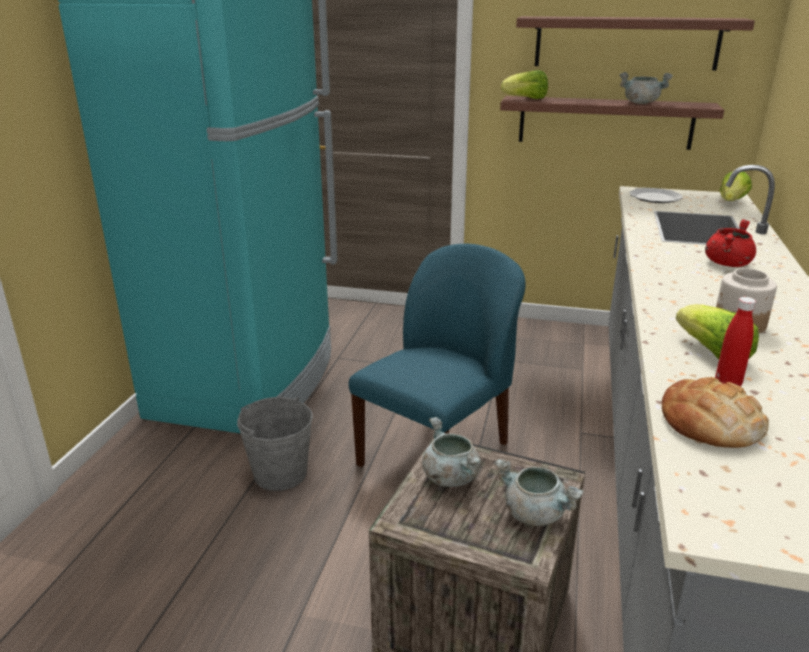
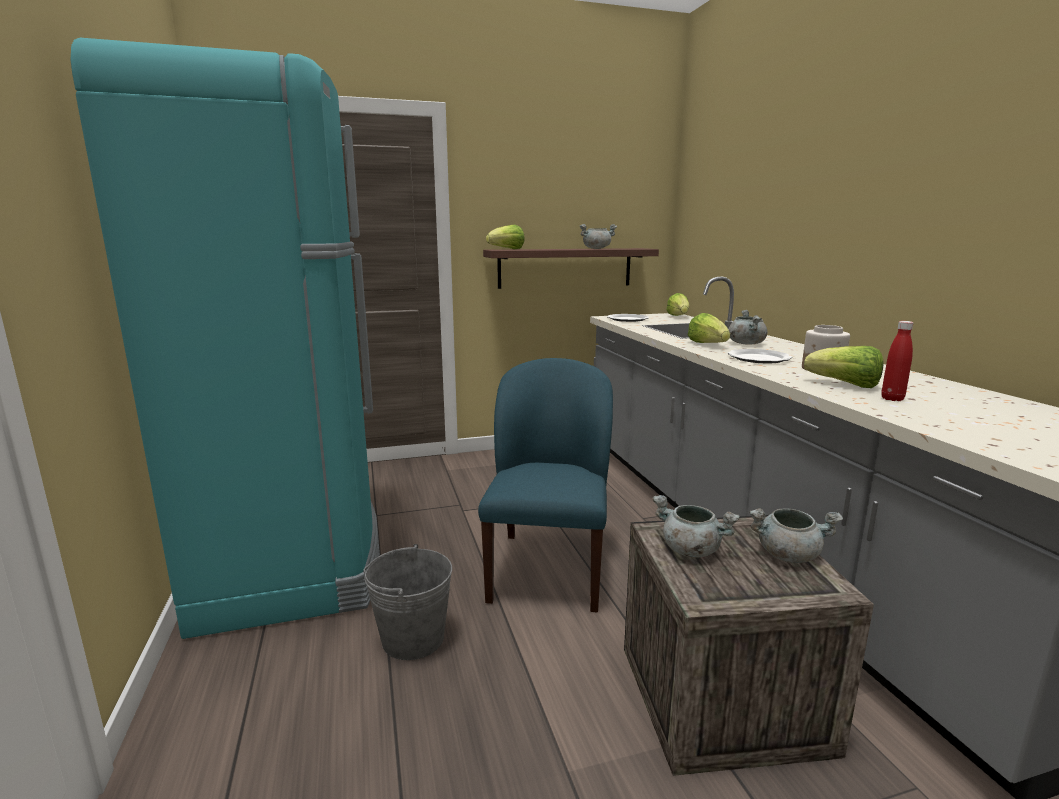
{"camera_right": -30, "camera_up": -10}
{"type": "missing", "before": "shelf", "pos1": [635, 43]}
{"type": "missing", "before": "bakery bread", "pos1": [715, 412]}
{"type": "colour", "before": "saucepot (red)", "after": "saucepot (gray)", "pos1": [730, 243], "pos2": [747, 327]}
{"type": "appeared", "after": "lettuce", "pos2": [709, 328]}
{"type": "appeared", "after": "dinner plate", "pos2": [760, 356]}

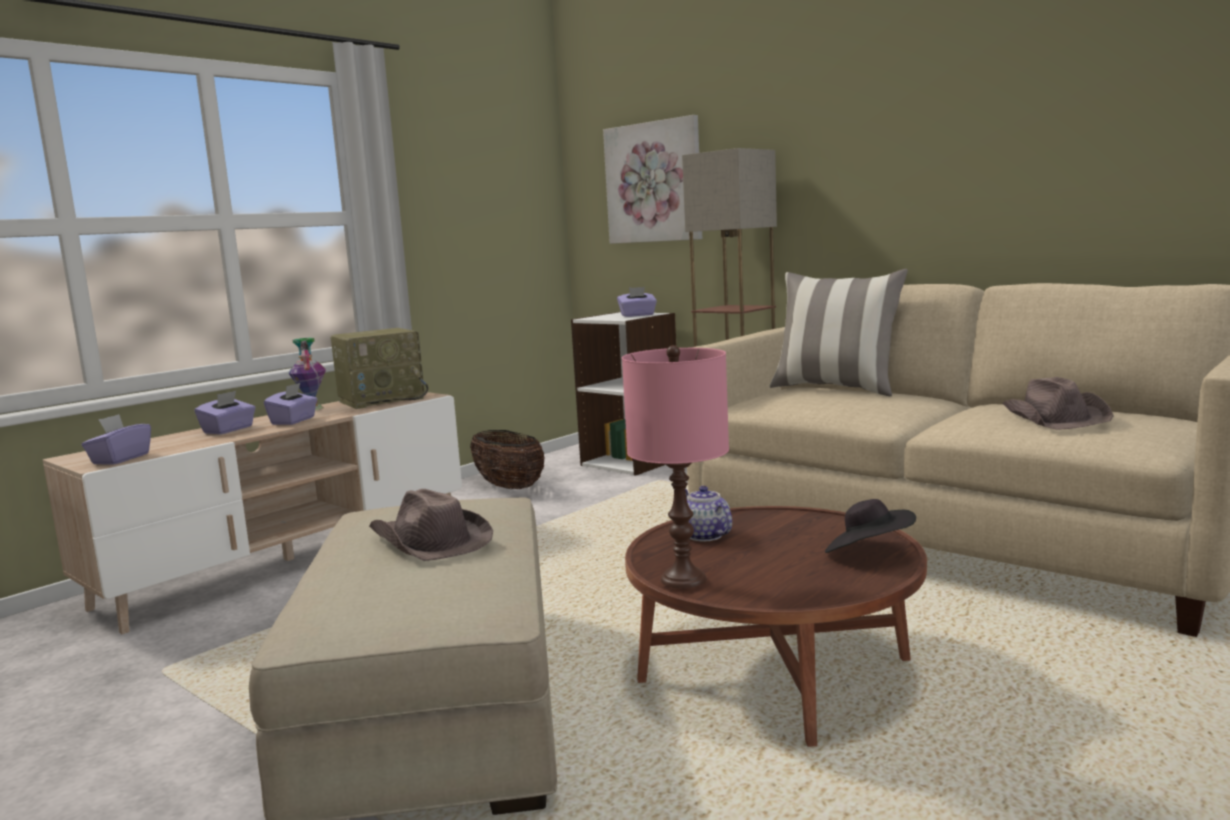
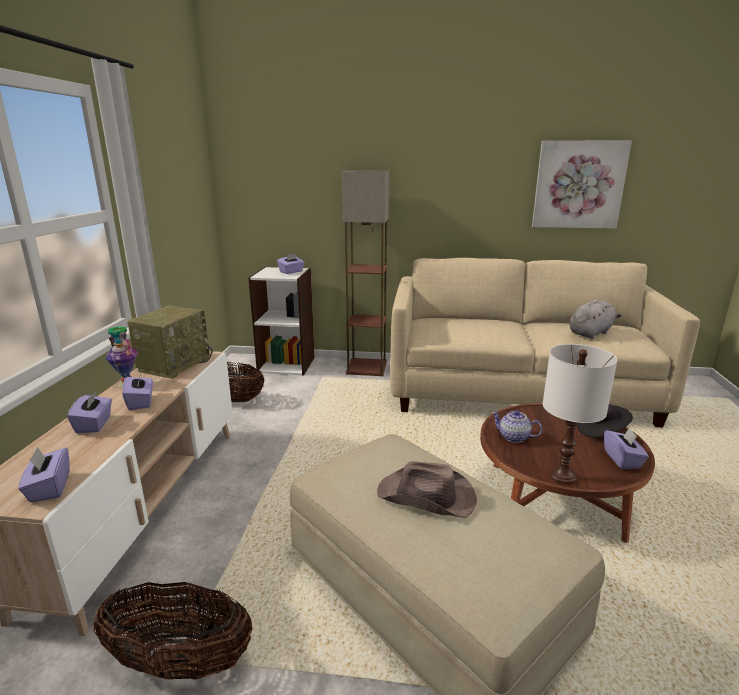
{"camera_right": -35, "camera_up": 10}
{"type": "relocated", "before": "picture", "pos1": [652, 179], "pos2": [582, 184]}
{"type": "colour", "before": "lamp for a table (pink-coloured)", "after": "lamp for a table (whitish)", "pos1": [675, 467], "pos2": [580, 414]}
{"type": "missing", "before": "cushion", "pos1": [839, 332]}
{"type": "exchanged", "before": "clothing hat (brown-coloured)", "after": "plush toy (gray)", "pos1": [1058, 403], "pos2": [595, 319]}
{"type": "appeared", "after": "household basket", "pos2": [172, 630]}
{"type": "appeared", "after": "tissue box (purple)", "pos2": [626, 448]}

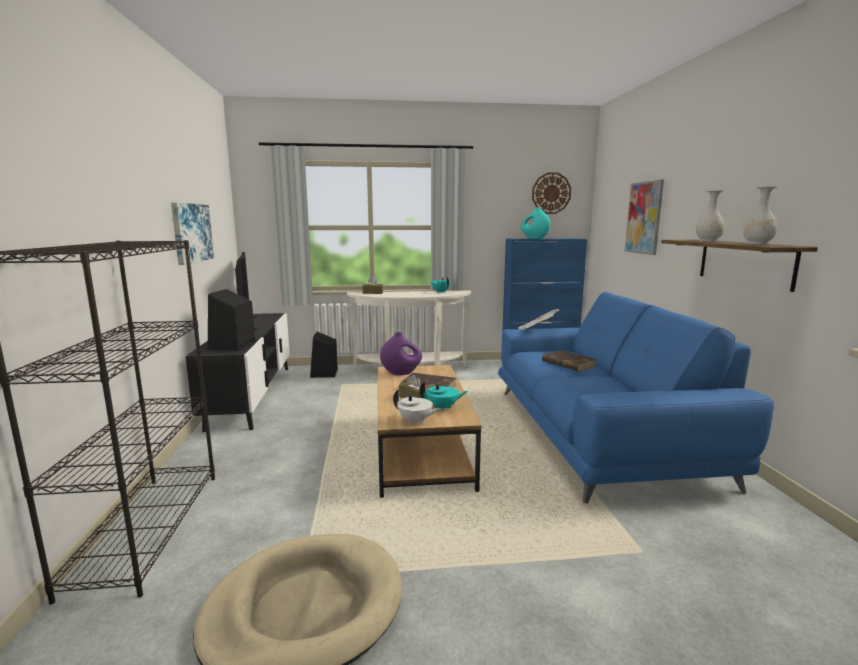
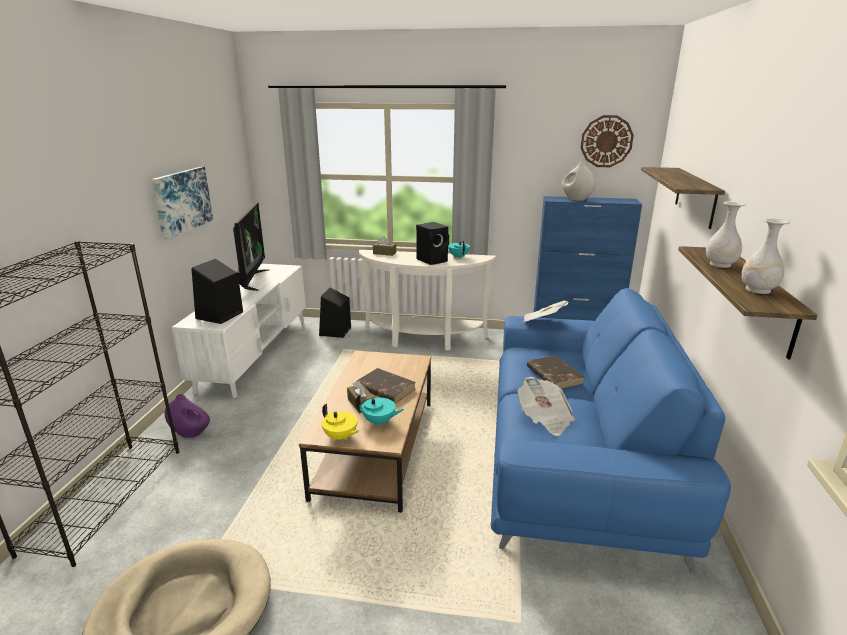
{"camera_right": 15, "camera_up": 10}
{"type": "colour", "before": "tv stand (blackish)", "after": "tv stand (whitish)", "pos1": [237, 372], "pos2": [239, 331]}
{"type": "relocated", "before": "flower vase (purple)", "pos1": [401, 353], "pos2": [187, 416]}
{"type": "colour", "before": "teapot (whitish)", "after": "teapot (yellowish)", "pos1": [417, 407], "pos2": [340, 422]}
{"type": "colour", "before": "flower vase (turquoise-coloured)", "after": "flower vase (whitish)", "pos1": [535, 223], "pos2": [578, 181]}
{"type": "exchanged", "before": "picture", "after": "shelf", "pos1": [644, 217], "pos2": [683, 198]}
{"type": "appeared", "after": "audio speaker (blackish)", "pos2": [432, 243]}
{"type": "appeared", "after": "daily paper", "pos2": [546, 406]}

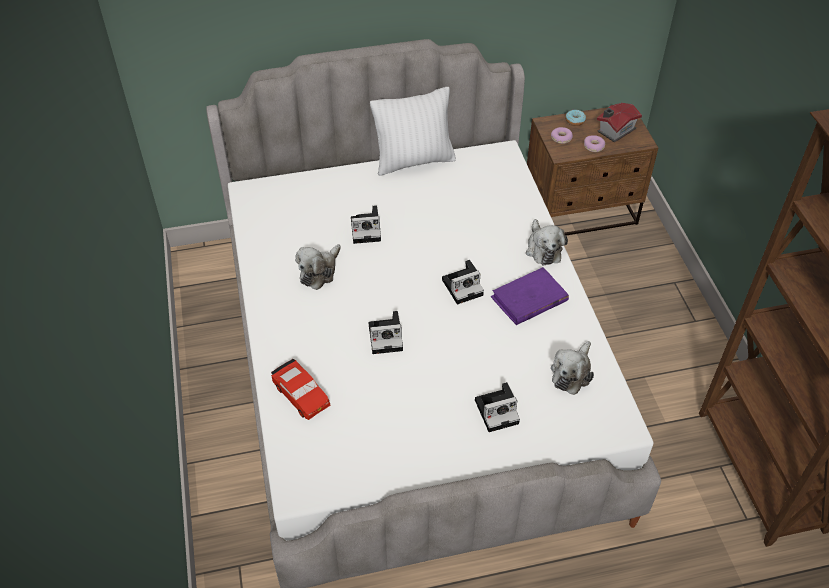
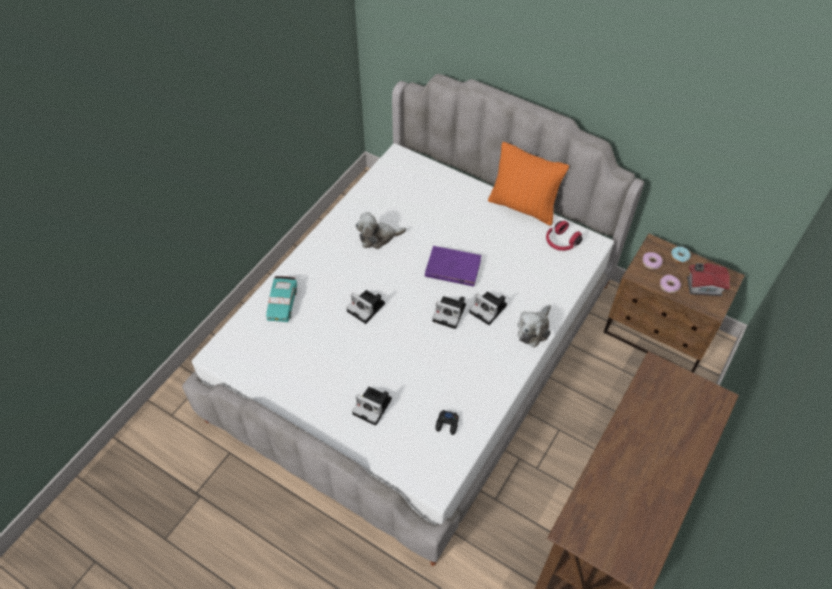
{"camera_right": 45, "camera_up": 5}
{"type": "colour", "before": "miniature car (red)", "after": "miniature car (turquoise-coloured)", "pos1": [301, 389], "pos2": [281, 299]}
{"type": "relocated", "before": "still camera", "pos1": [366, 224], "pos2": [488, 308]}
{"type": "colour", "before": "cushion (whitish)", "after": "cushion (orangey)", "pos1": [413, 131], "pos2": [528, 184]}
{"type": "relocated", "before": "volume (purple)", "pos1": [530, 296], "pos2": [453, 266]}
{"type": "exchanged", "before": "plush toy", "after": "game controller (blackish)", "pos1": [572, 368], "pos2": [447, 422]}
{"type": "appeared", "after": "pair of headphones (red)", "pos2": [564, 236]}

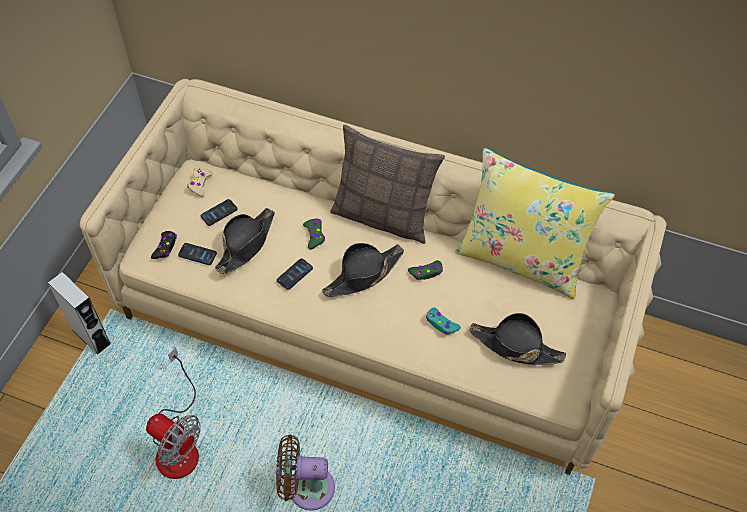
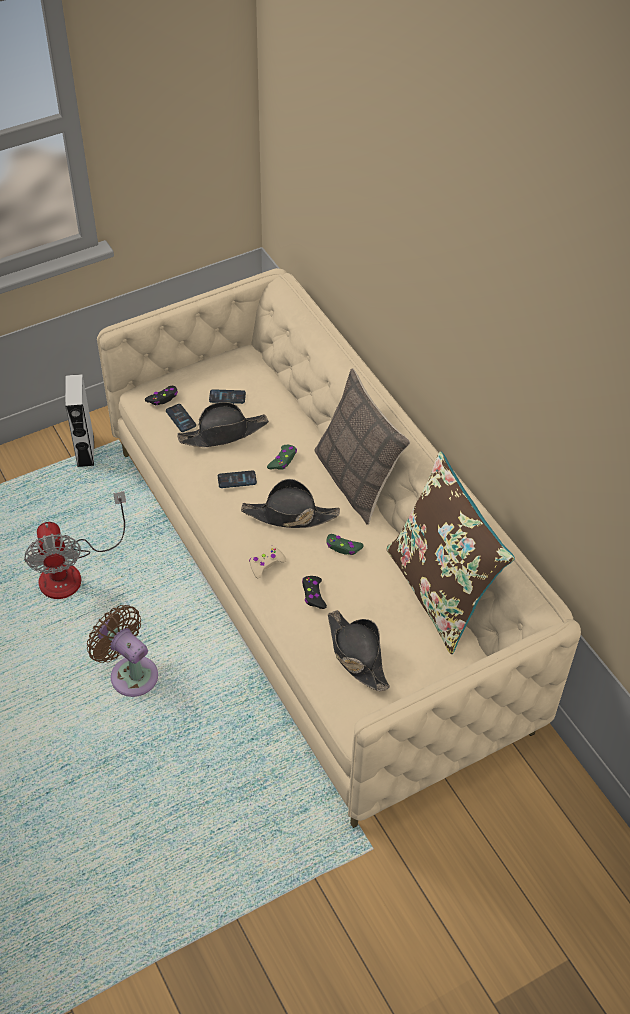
{"camera_right": 40, "camera_up": -5}
{"type": "relocated", "before": "game controller (sand-coloured)", "pos1": [200, 182], "pos2": [268, 562]}
{"type": "colour", "before": "game controller (turquoise-coloured)", "after": "game controller (blackish)", "pos1": [443, 321], "pos2": [314, 592]}
{"type": "colour", "before": "cushion (yellowish)", "after": "cushion (brown-coloured)", "pos1": [535, 223], "pos2": [450, 552]}

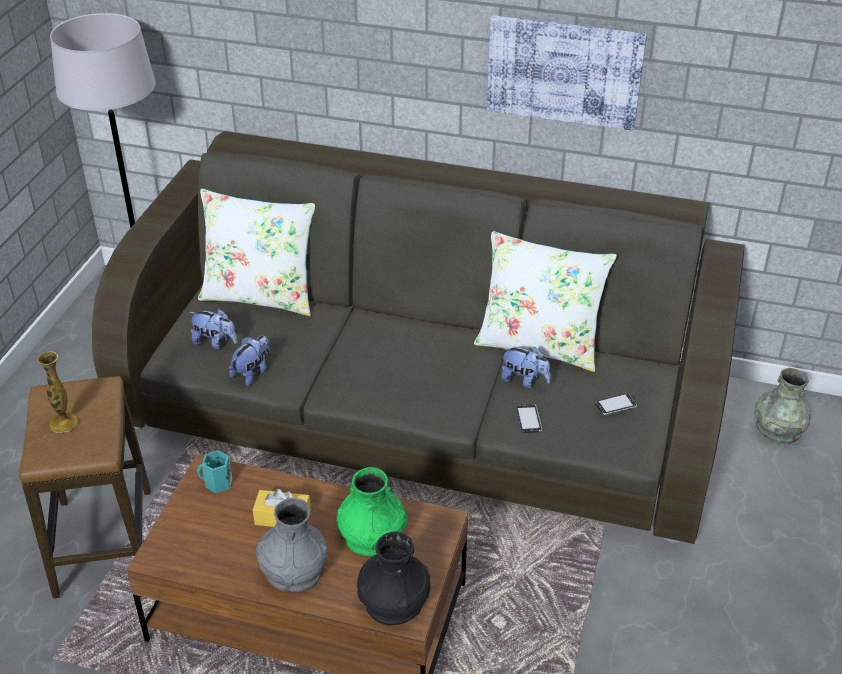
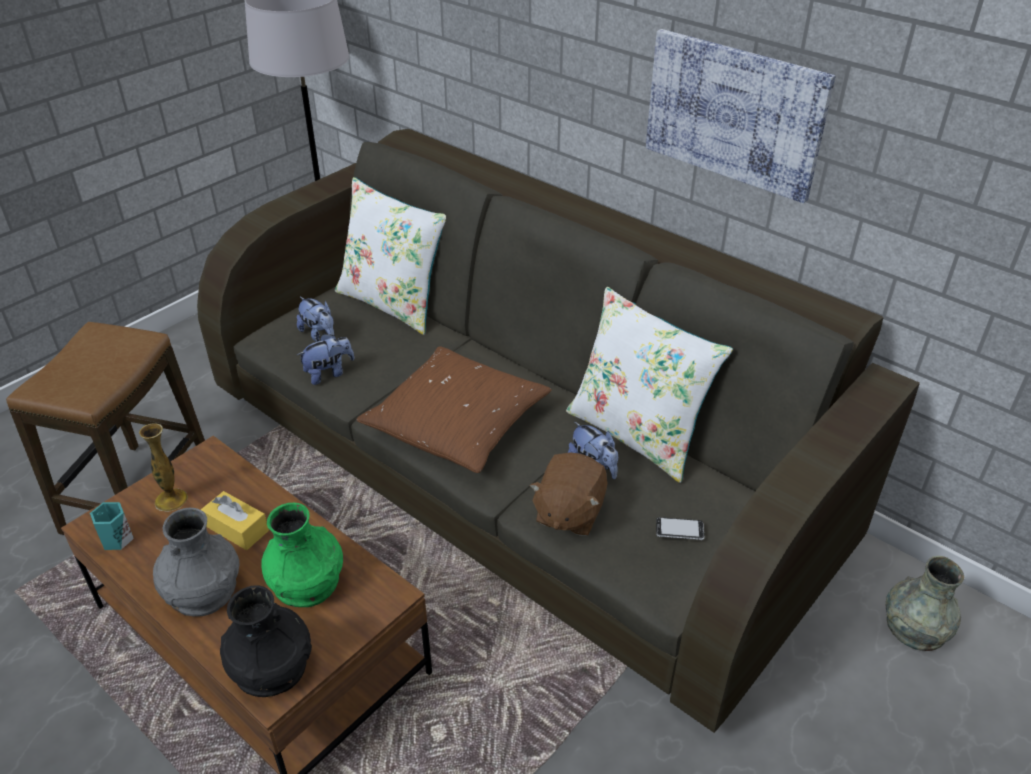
{"camera_right": 25, "camera_up": 0}
{"type": "relocated", "before": "flower vase", "pos1": [57, 392], "pos2": [163, 468]}
{"type": "relocated", "before": "mug (turquoise-coloured)", "pos1": [215, 471], "pos2": [112, 526]}
{"type": "exchanged", "before": "telephone", "after": "plush toy (brown-coloured)", "pos1": [529, 418], "pos2": [568, 494]}
{"type": "appeared", "after": "cushion (brown-coloured)", "pos2": [454, 409]}

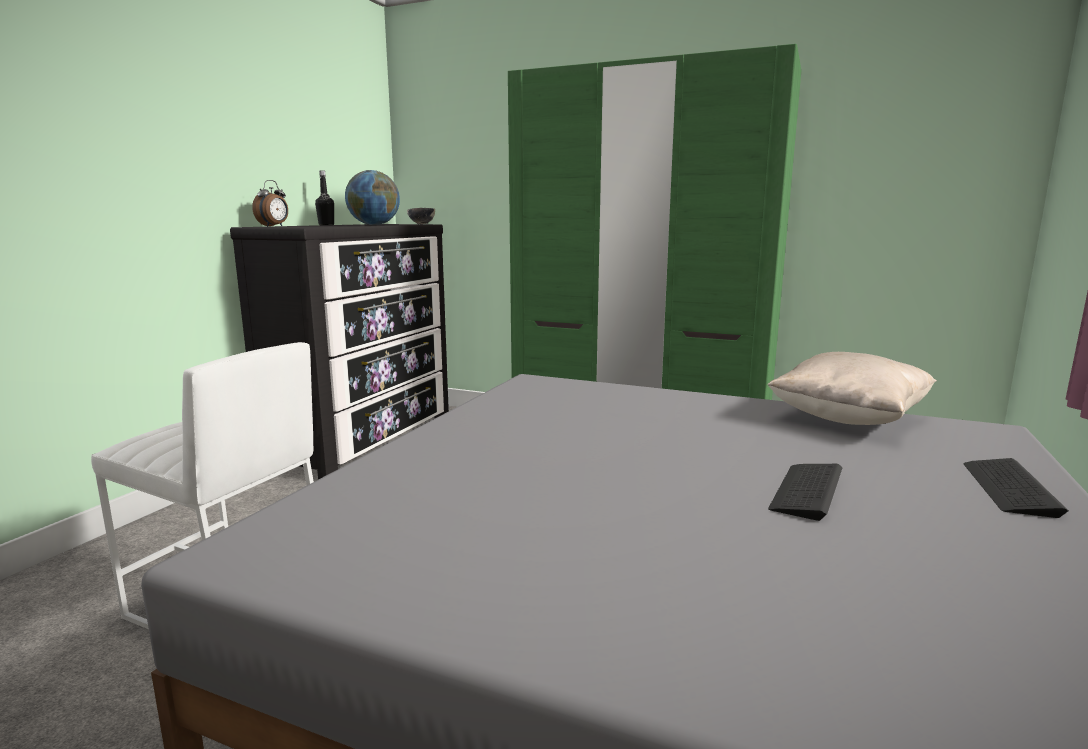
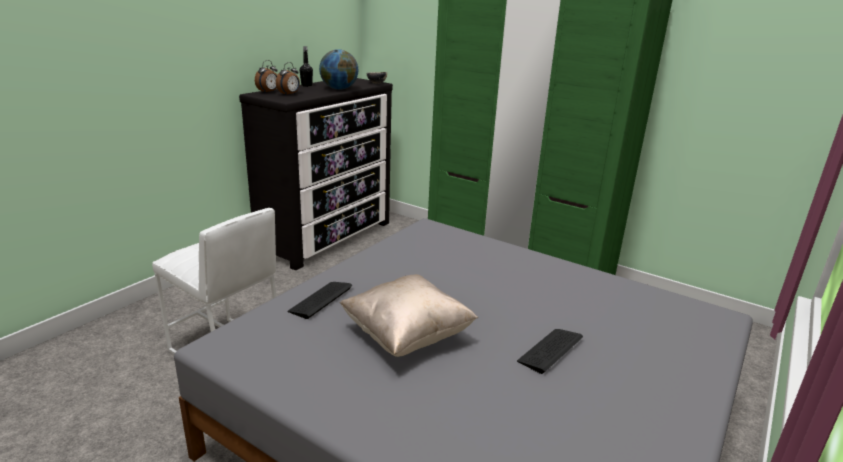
{"camera_right": 10, "camera_up": 10}
{"type": "relocated", "before": "cushion (sand-coloured)", "pos1": [852, 388], "pos2": [408, 315]}
{"type": "relocated", "before": "computer keyboard", "pos1": [1016, 488], "pos2": [319, 300]}
{"type": "appeared", "after": "alarm clock", "pos2": [288, 79]}

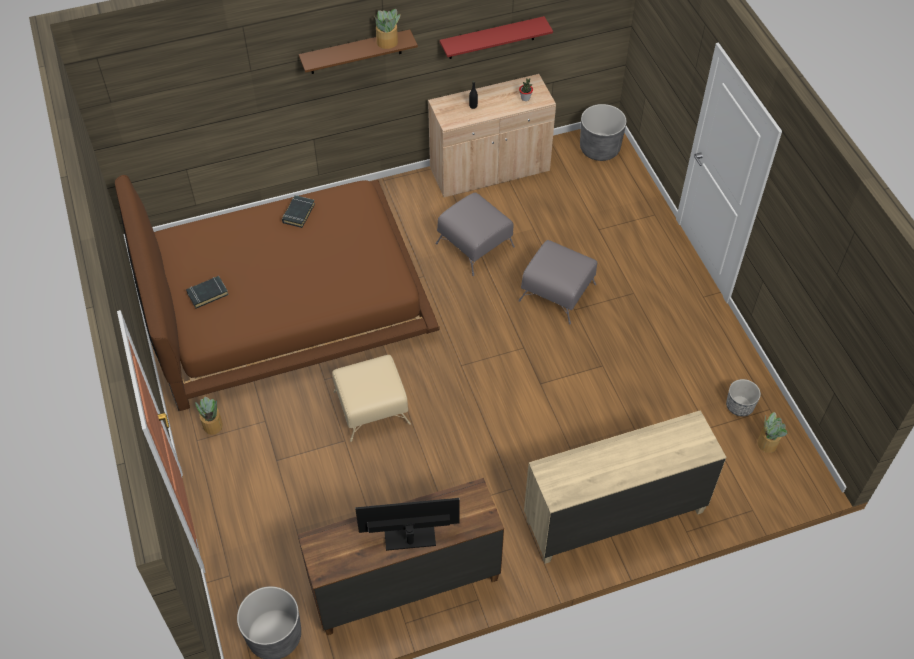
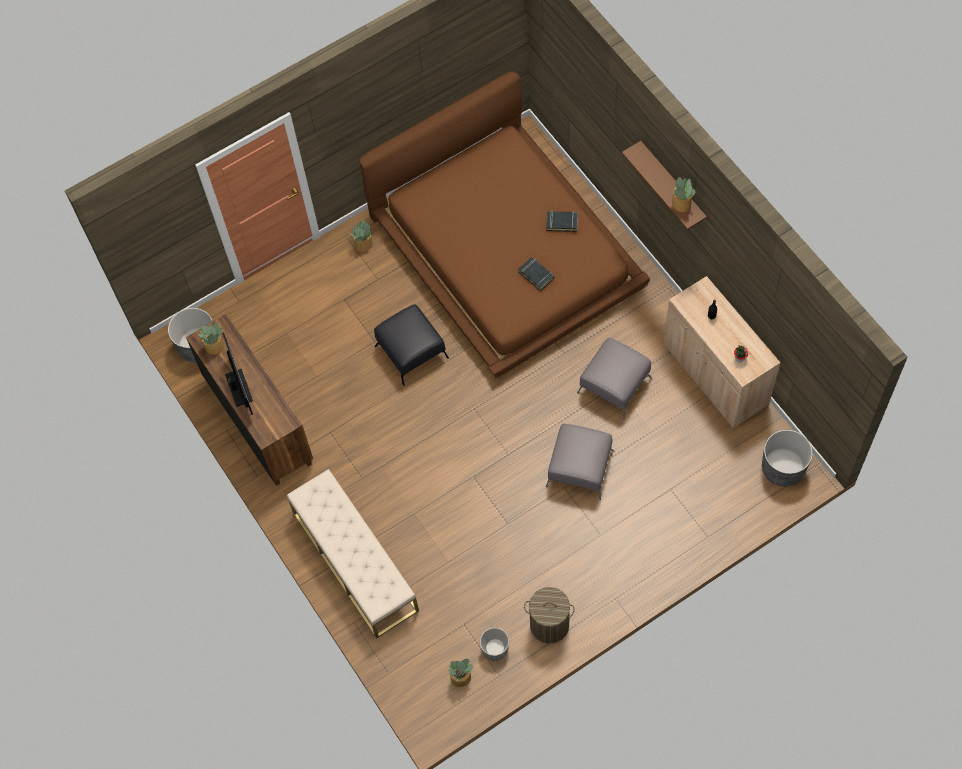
{"camera_right": 80, "camera_up": 10}
{"type": "relocated", "before": "volume (blackish)", "pos1": [207, 292], "pos2": [536, 274]}
{"type": "colour", "before": "pouffe (sand-coloured)", "after": "pouffe (blackish)", "pos1": [371, 398], "pos2": [411, 345]}
{"type": "missing", "before": "shelf (red)", "pos1": [496, 37]}
{"type": "exchanged", "before": "chest of drawers (sand-coloured)", "after": "indoor bench (sand-coloured)", "pos1": [625, 487], "pos2": [353, 554]}
{"type": "appeared", "after": "houseplant", "pos2": [211, 339]}
{"type": "appeared", "after": "hamper", "pos2": [549, 615]}

